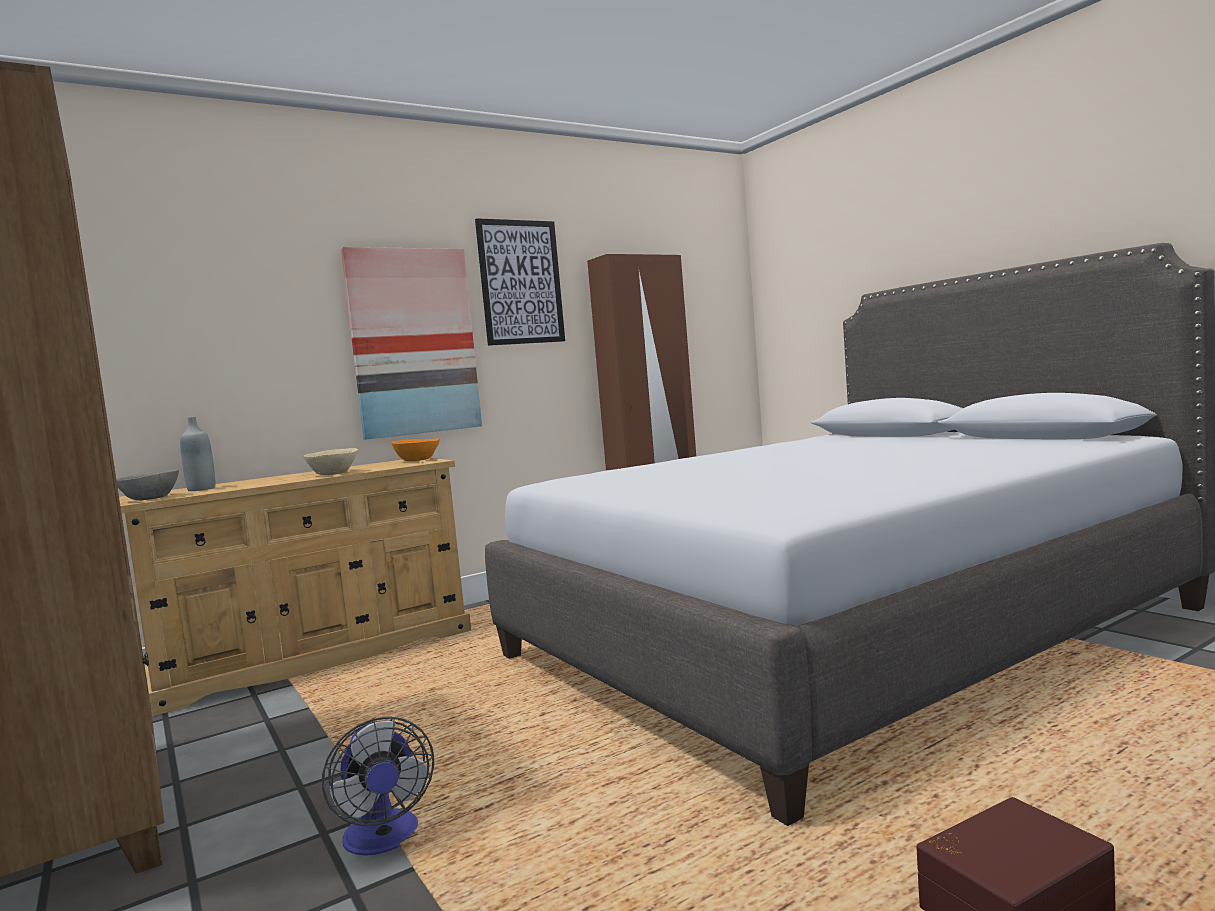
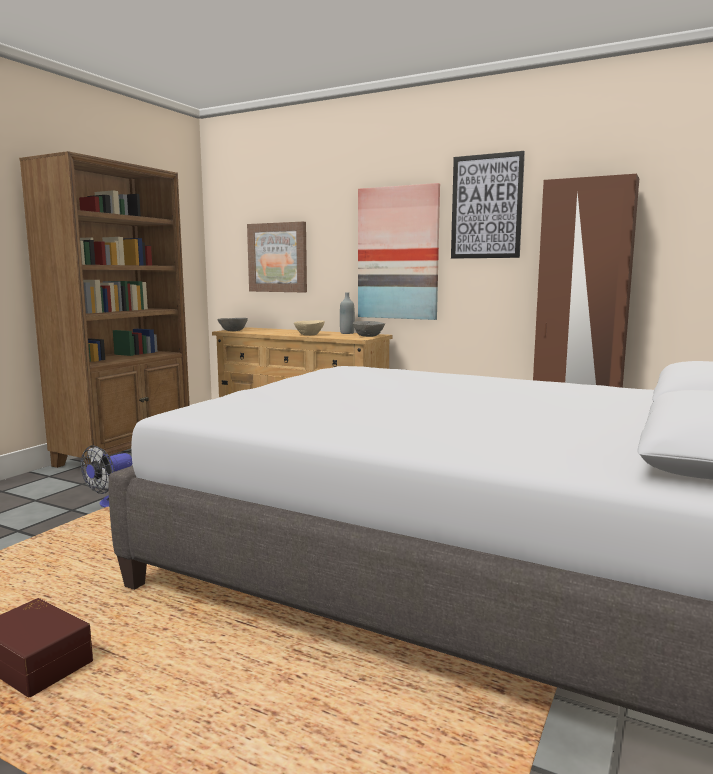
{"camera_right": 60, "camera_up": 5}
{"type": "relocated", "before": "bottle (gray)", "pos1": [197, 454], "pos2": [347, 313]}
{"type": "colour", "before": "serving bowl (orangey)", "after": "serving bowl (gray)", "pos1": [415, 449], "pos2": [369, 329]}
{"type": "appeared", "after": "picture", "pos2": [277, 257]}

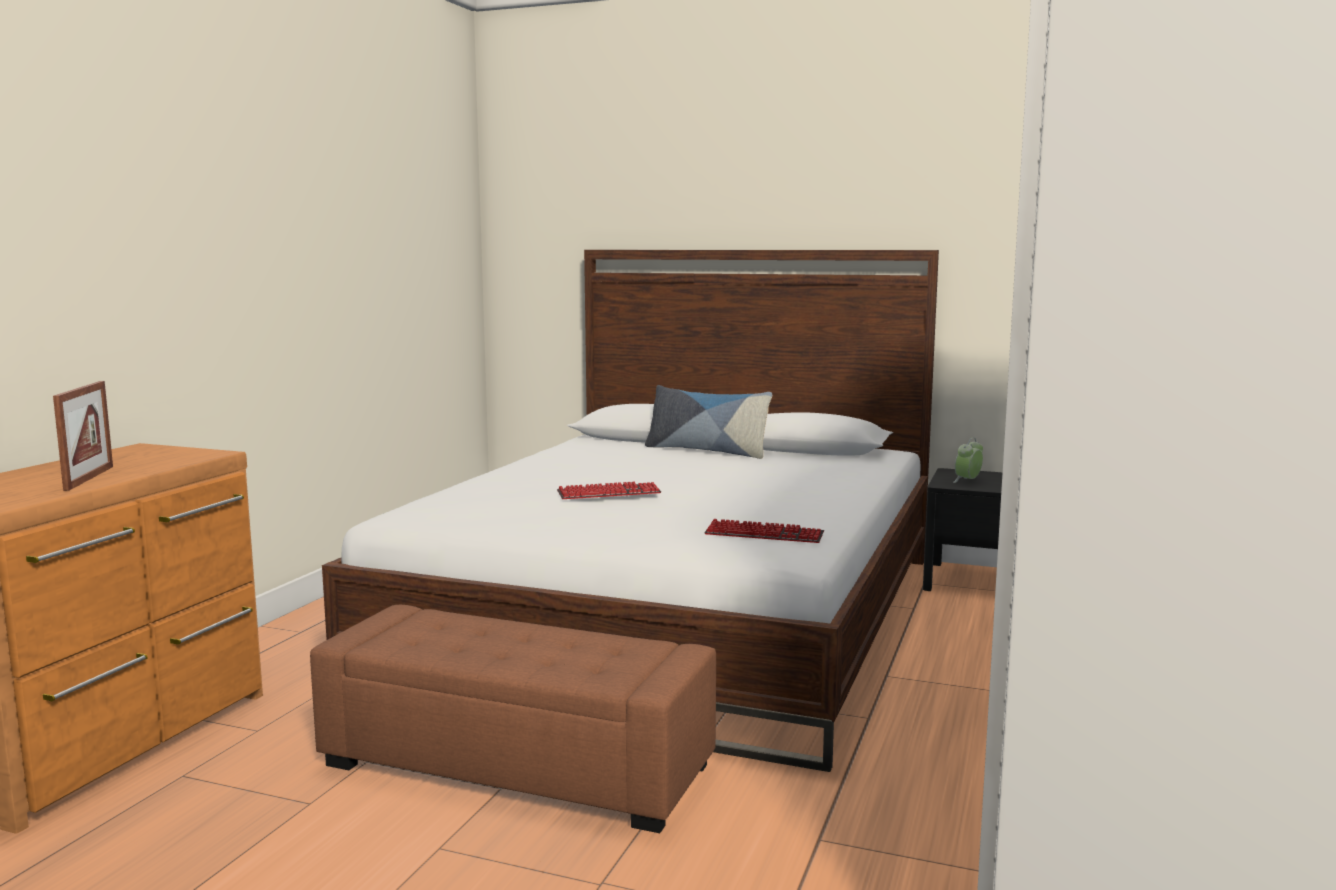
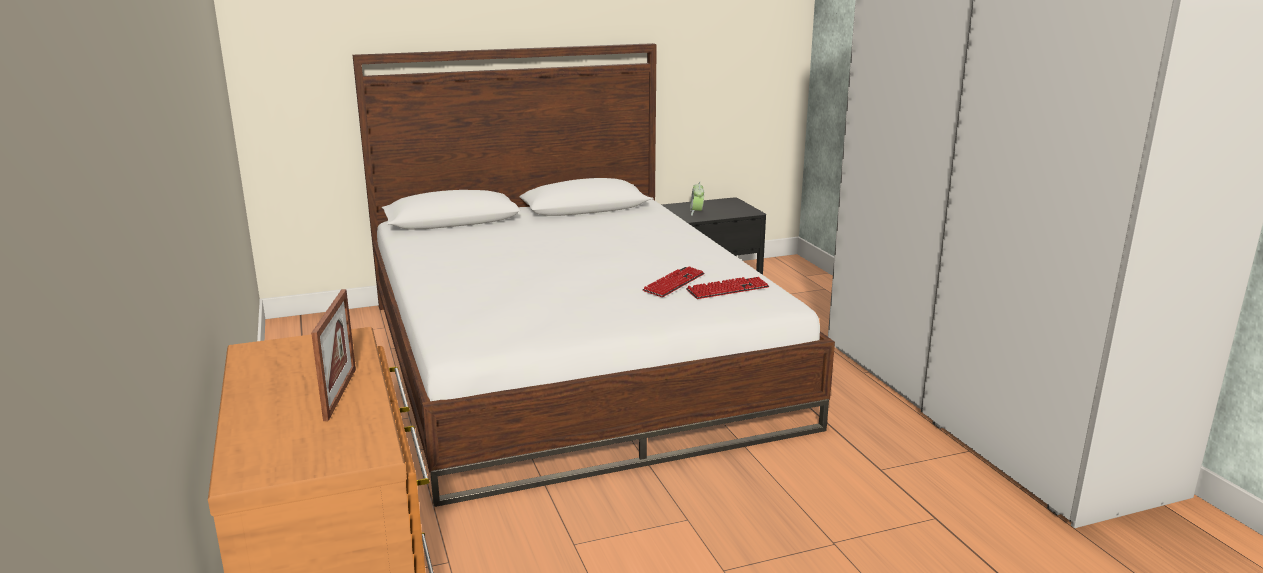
{"camera_right": -40, "camera_up": 10}
{"type": "spun", "before": "photo frame", "pos1": [83, 436], "pos2": [333, 355], "turn": 45}
{"type": "missing", "before": "pouffe (brown-coloured)", "pos1": [513, 719]}
{"type": "relocated", "before": "computer keyboard", "pos1": [609, 490], "pos2": [673, 281]}
{"type": "missing", "before": "cushion", "pos1": [708, 422]}

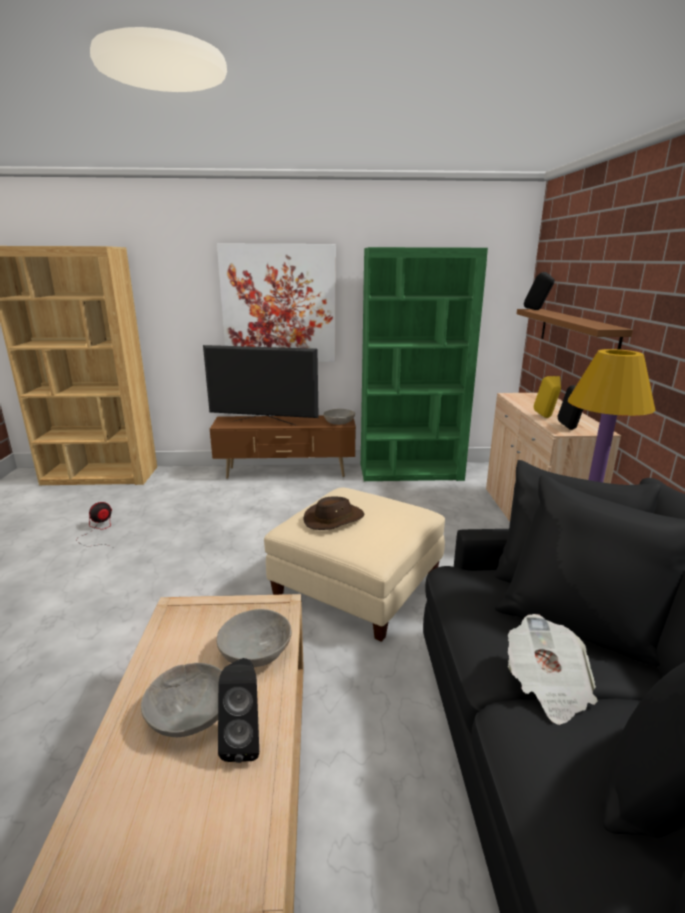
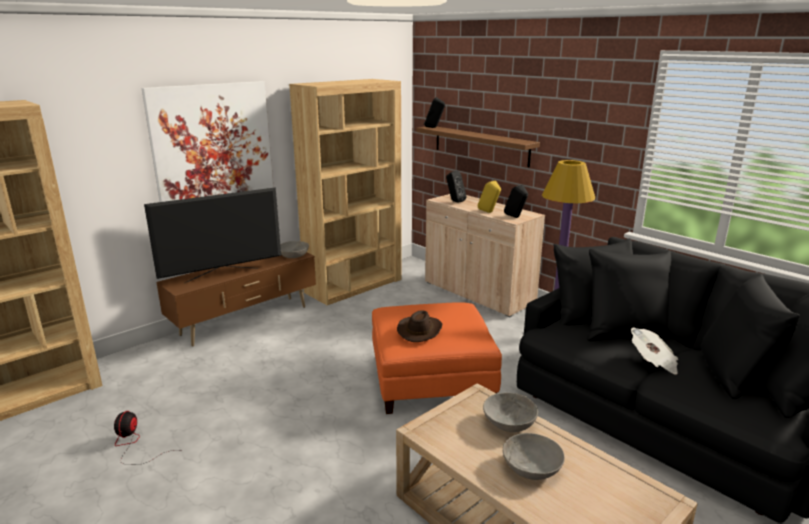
{"camera_right": -40, "camera_up": 0}
{"type": "relocated", "before": "audio speaker (blackish)", "pos1": [238, 710], "pos2": [456, 186]}
{"type": "colour", "before": "pouffe (sand-coloured)", "after": "pouffe (orangey)", "pos1": [354, 564], "pos2": [437, 358]}
{"type": "colour", "before": "bookshelf (green-coloured)", "after": "bookshelf (brown-coloured)", "pos1": [424, 364], "pos2": [345, 192]}

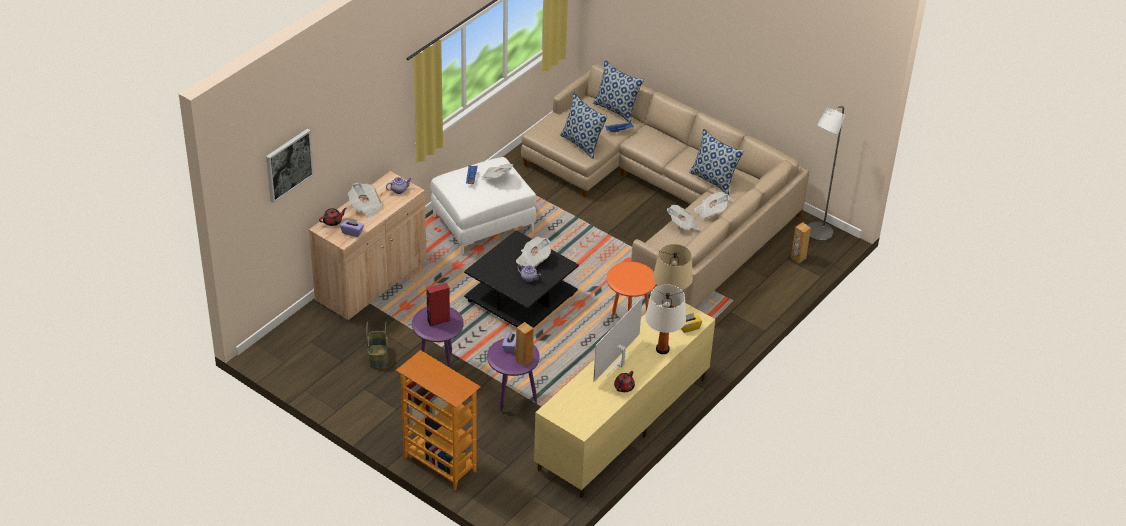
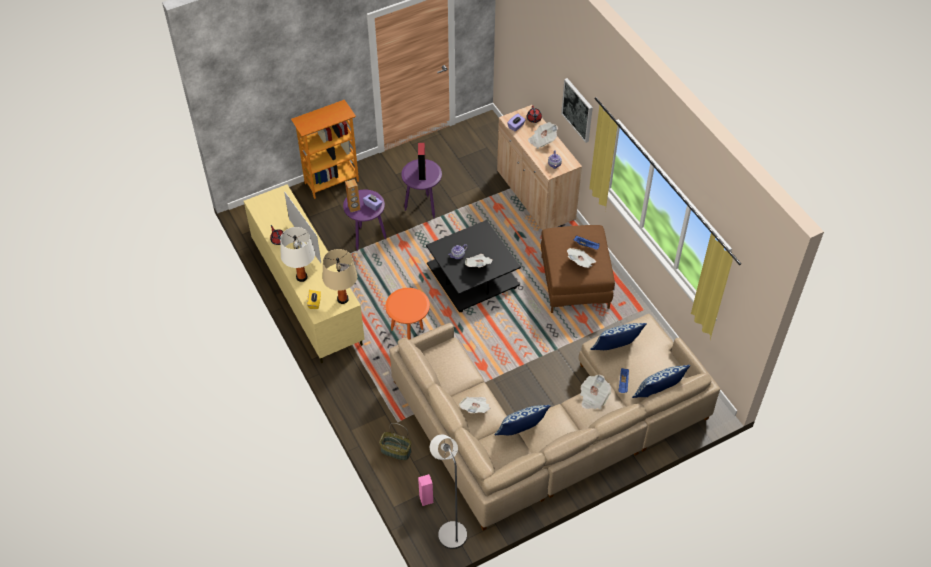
{"camera_right": 115, "camera_up": 10}
{"type": "relocated", "before": "picture", "pos1": [290, 166], "pos2": [577, 110]}
{"type": "relocated", "before": "household basket", "pos1": [377, 345], "pos2": [395, 442]}
{"type": "colour", "before": "pouffe (whitish)", "after": "pouffe (brown-coloured)", "pos1": [483, 206], "pos2": [578, 269]}
{"type": "relocated", "before": "daily paper", "pos1": [683, 217], "pos2": [595, 392]}
{"type": "colour", "before": "audio speaker (brown-coloured)", "after": "audio speaker (pink-coloured)", "pos1": [801, 242], "pos2": [425, 490]}

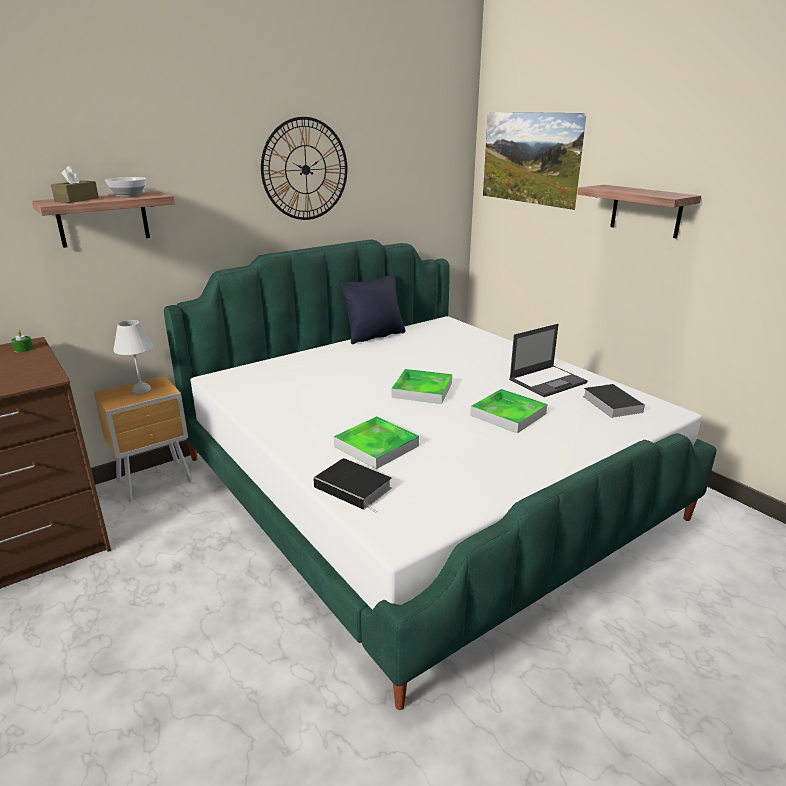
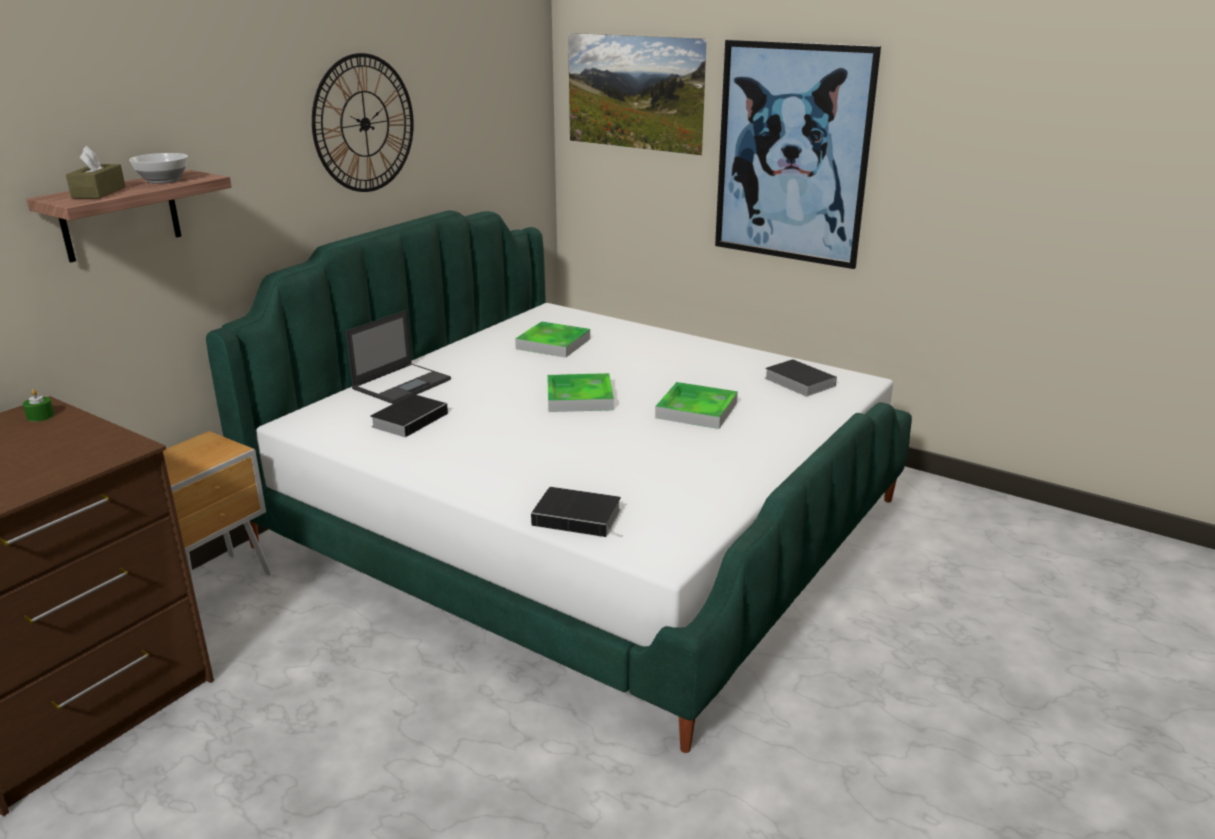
{"camera_right": -20, "camera_up": 0}
{"type": "missing", "before": "lamp for a table (whitish)", "pos1": [133, 357]}
{"type": "relocated", "before": "carrying tray", "pos1": [376, 442], "pos2": [552, 339]}
{"type": "missing", "before": "cushion (blackish)", "pos1": [372, 309]}
{"type": "relocated", "before": "notebook computer", "pos1": [548, 360], "pos2": [398, 357]}
{"type": "exchanged", "before": "shelf", "after": "picture", "pos1": [639, 211], "pos2": [798, 154]}
{"type": "appeared", "after": "volume", "pos2": [410, 415]}

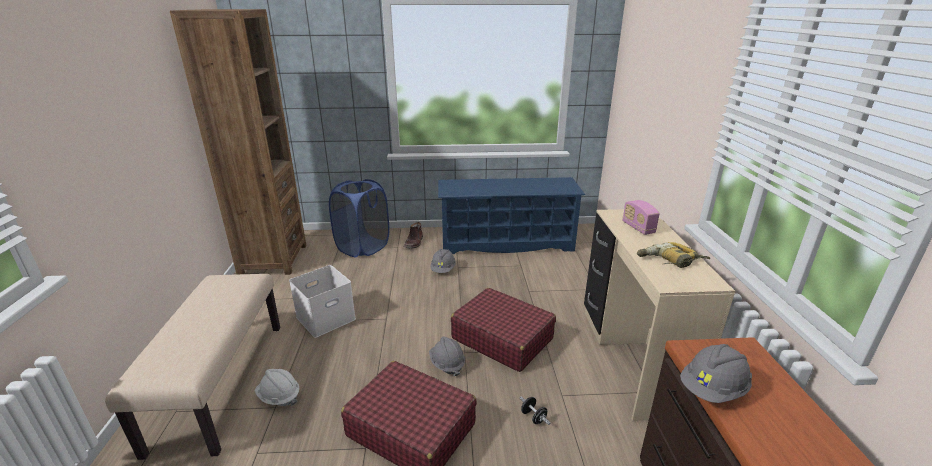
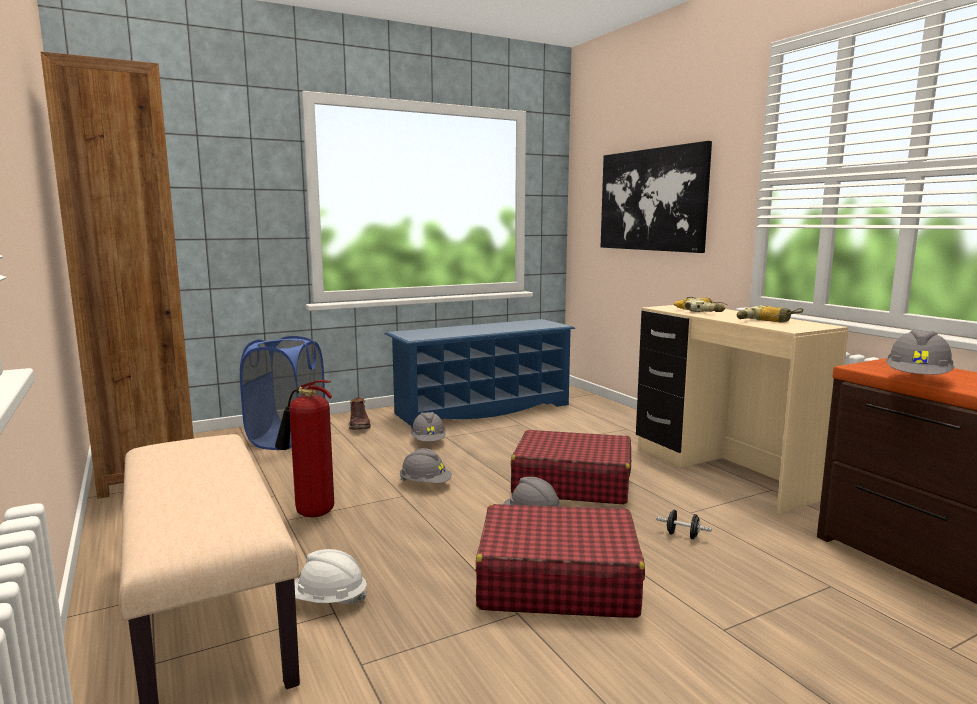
{"camera_right": -25, "camera_up": -15}
{"type": "exchanged", "before": "storage container (whitish)", "after": "fire-fighting cylinder", "pos1": [322, 301], "pos2": [304, 448]}
{"type": "exchanged", "before": "radio set", "after": "electric drill", "pos1": [641, 217], "pos2": [701, 304]}
{"type": "appeared", "after": "hard hat (gray)", "pos2": [426, 465]}
{"type": "appeared", "after": "picture", "pos2": [656, 197]}

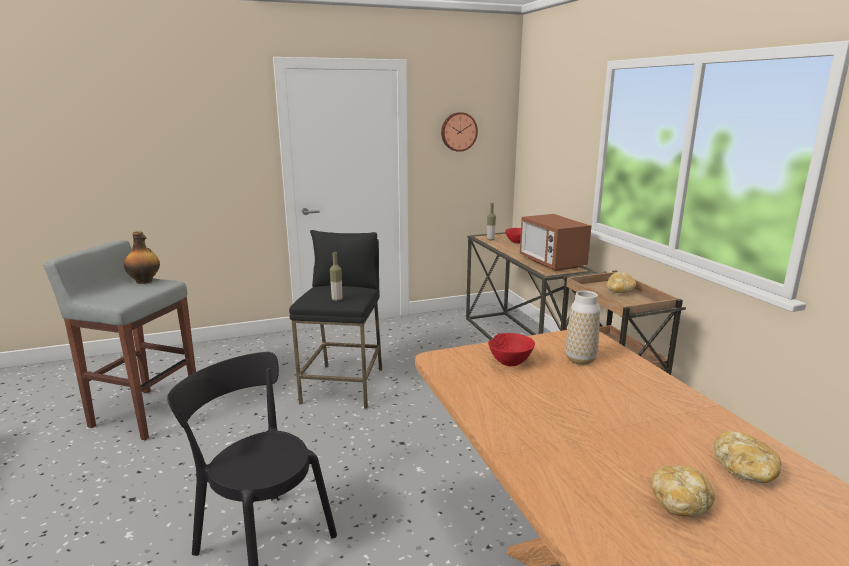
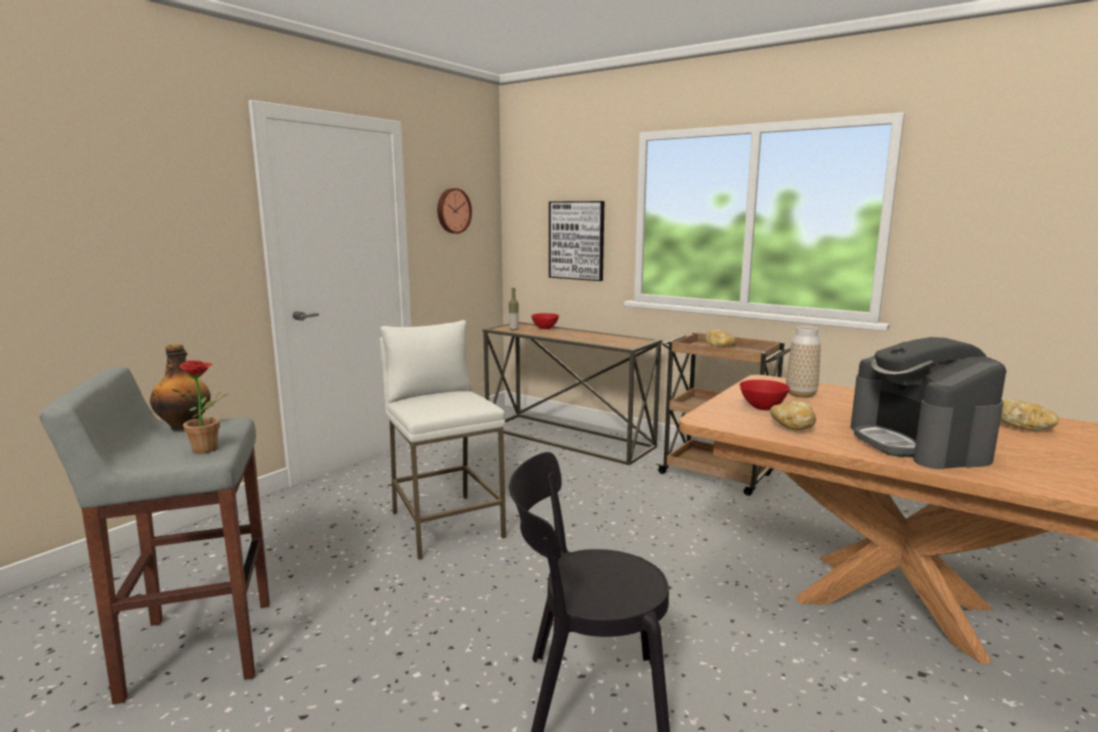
{"camera_right": -35, "camera_up": -5}
{"type": "colour", "before": "sitting stool (blackish)", "after": "sitting stool (whitish)", "pos1": [335, 319], "pos2": [442, 440]}
{"type": "missing", "before": "bottle", "pos1": [336, 276]}
{"type": "missing", "before": "microwave oven", "pos1": [555, 242]}
{"type": "relocated", "before": "bakery bread", "pos1": [683, 491], "pos2": [793, 415]}
{"type": "appeared", "after": "houseplant", "pos2": [200, 407]}
{"type": "appeared", "after": "picture", "pos2": [576, 241]}
{"type": "appeared", "after": "coffee maker", "pos2": [928, 403]}

